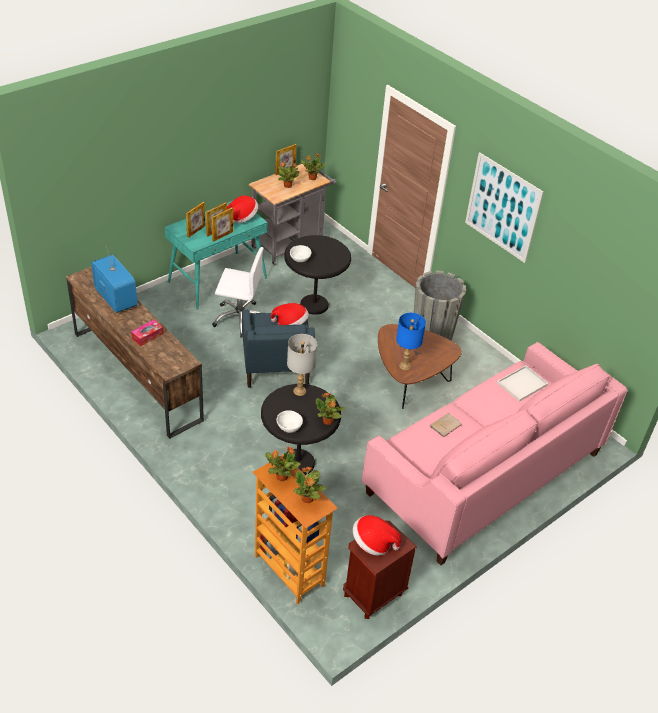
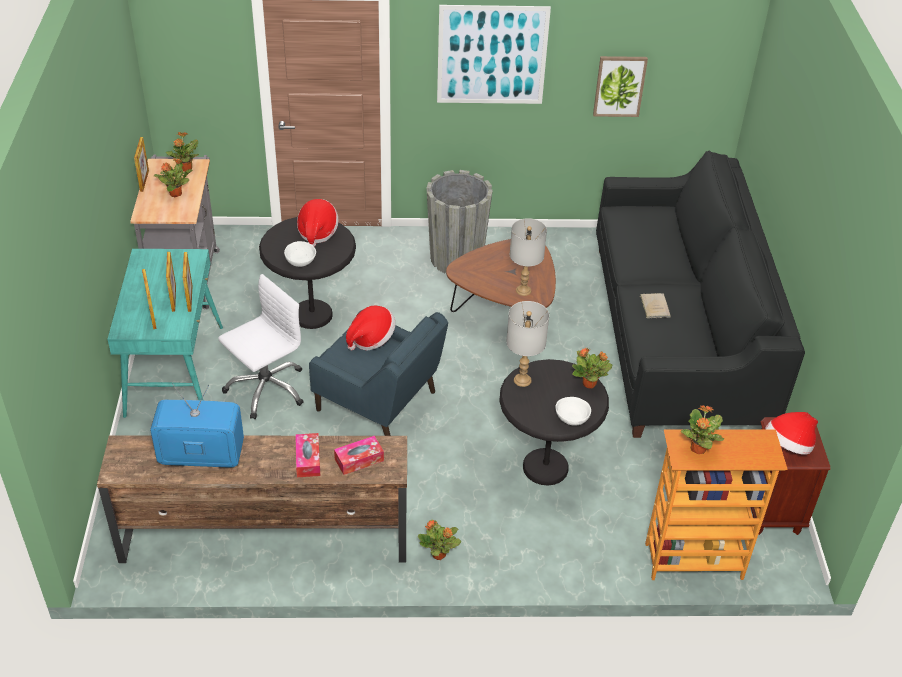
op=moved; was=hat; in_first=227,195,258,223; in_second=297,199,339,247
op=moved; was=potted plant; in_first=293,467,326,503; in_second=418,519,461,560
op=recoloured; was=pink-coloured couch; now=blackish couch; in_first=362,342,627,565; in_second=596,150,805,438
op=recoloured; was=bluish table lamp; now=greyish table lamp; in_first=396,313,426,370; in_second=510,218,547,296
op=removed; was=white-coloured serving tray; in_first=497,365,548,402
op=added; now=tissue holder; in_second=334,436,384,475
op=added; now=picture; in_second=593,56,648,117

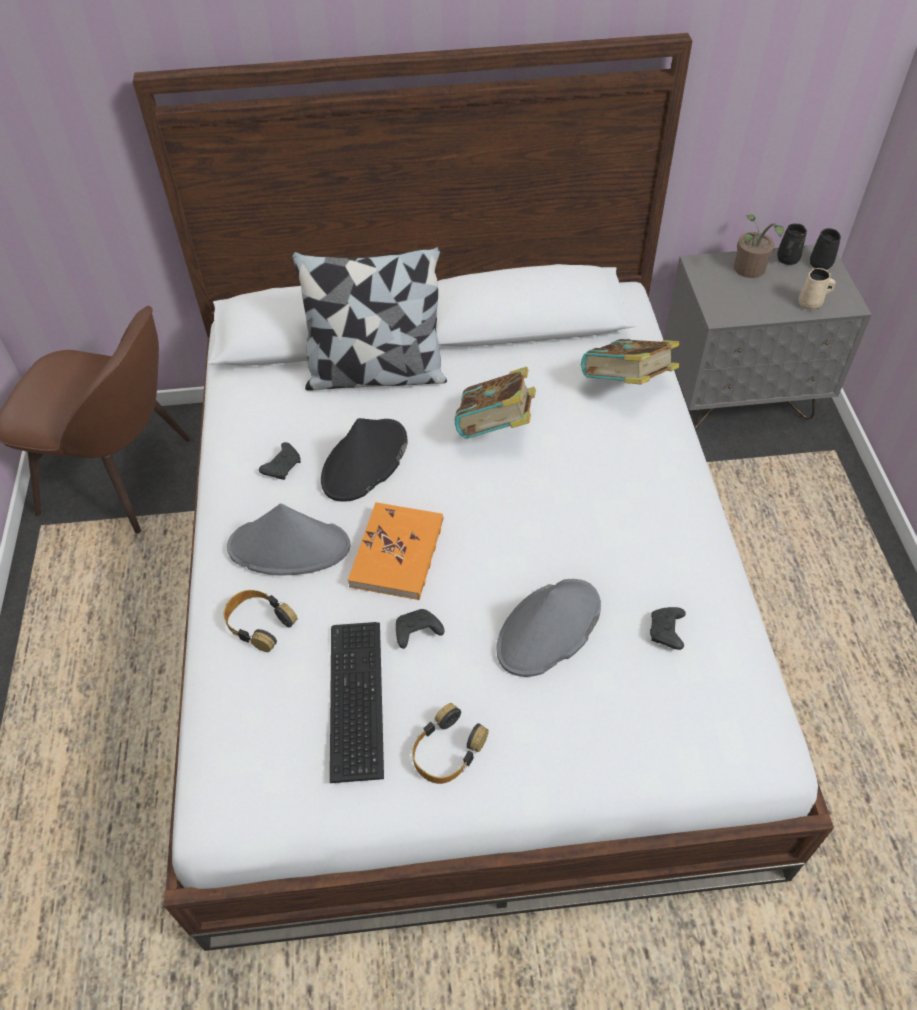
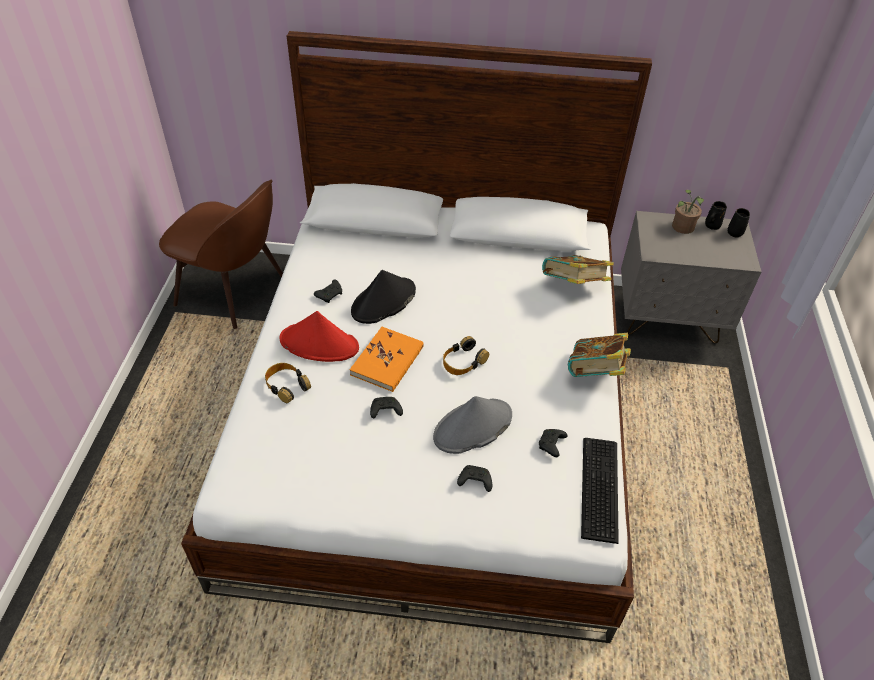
op=recoloured; was=greyish hat; now=red-coloured hat; in_first=227,503,351,575; in_second=279,311,359,362
op=removed; was=throw pillow; in_first=292,247,447,391
op=moved; was=PC keyboard; in_first=330,622,384,783; in_second=581,438,619,544
op=moved; was=headphones; in_first=412,703,489,784; in_second=443,336,489,375
op=moved; was=bound book; in_first=455,367,536,439; in_second=568,333,631,377
op=removed; was=beige-coloured coffee mug; in_first=799,268,836,310
op=added; now=blackish joypad; in_second=457,465,492,492

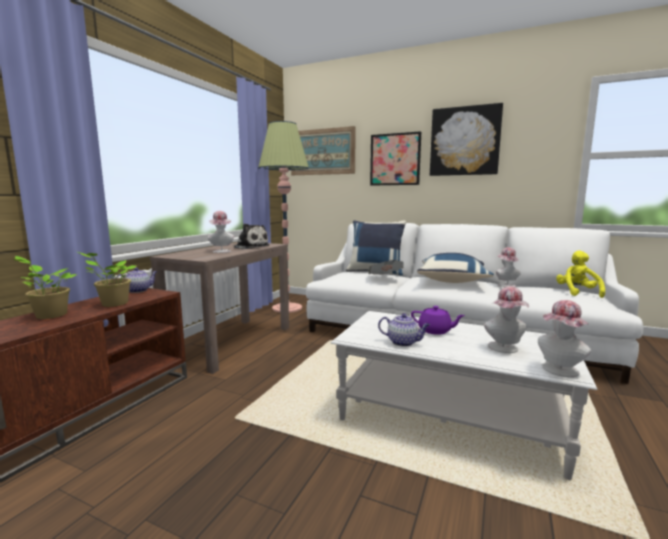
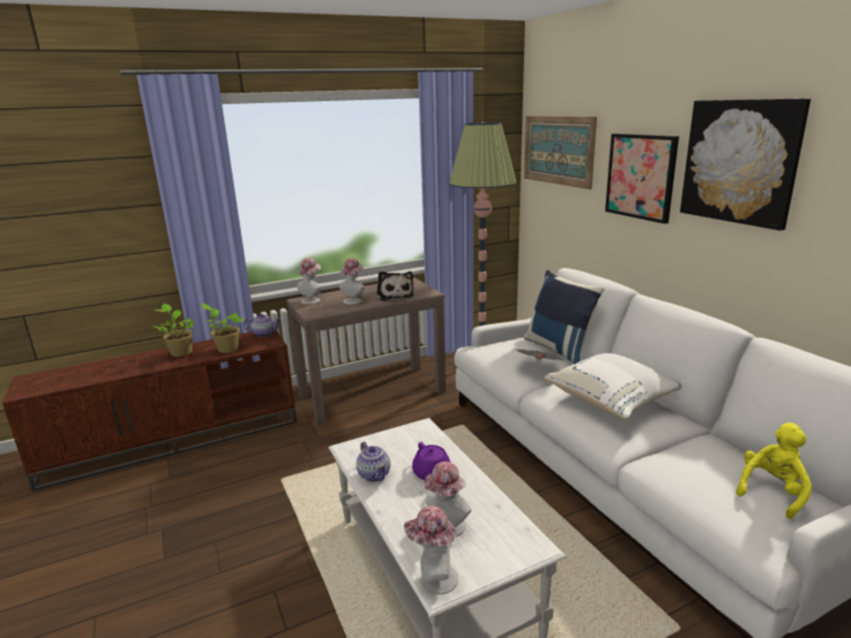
op=recoloured; was=bluish throw pillow; now=white-coloured throw pillow; in_first=417,253,494,283; in_second=544,353,682,419
op=moved; was=hat; in_first=496,247,521,287; in_second=297,258,322,304

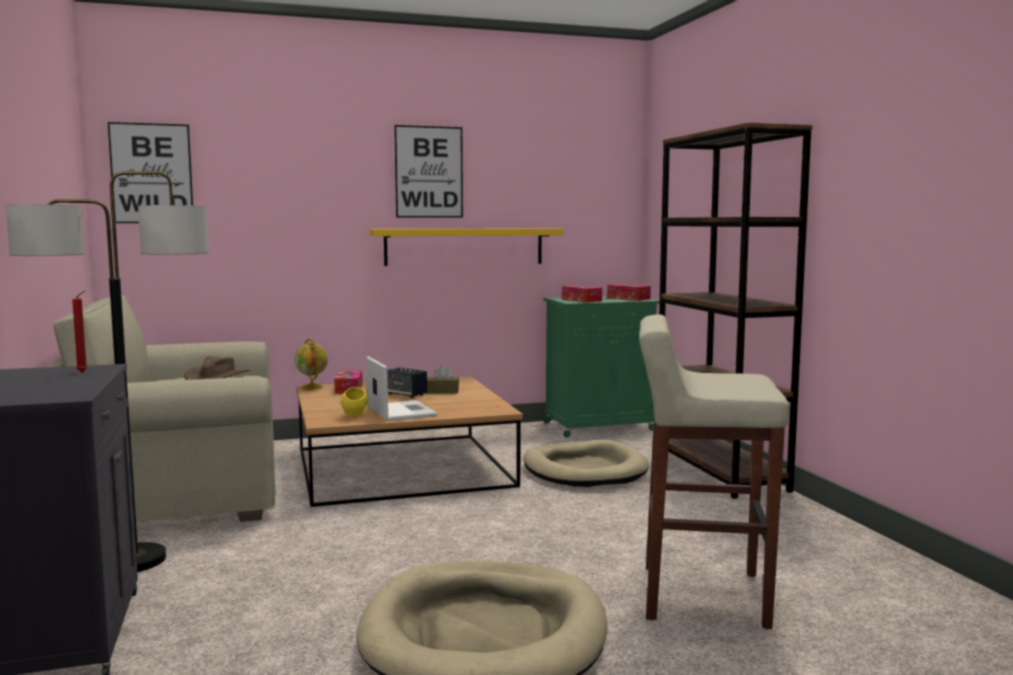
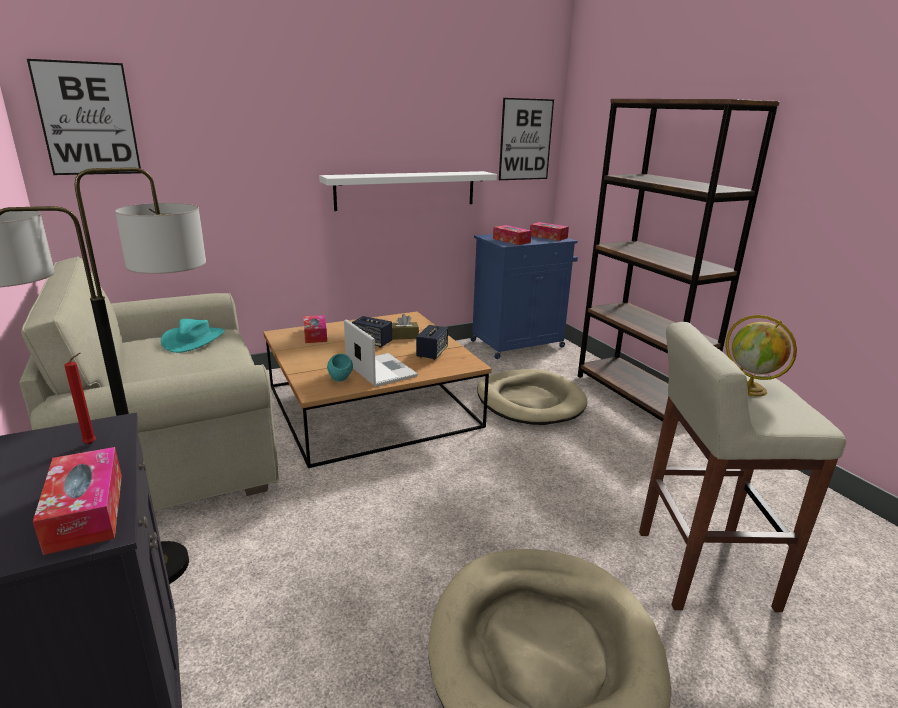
op=recoloured; was=brownish hat; now=blue-green hat; in_first=184,356,250,380; in_second=161,319,225,353
op=moved; was=desk globe; in_first=295,339,328,390; in_second=726,315,797,397
op=recoloured; was=yellow deep dish; now=blue-green deep dish; in_first=341,387,368,417; in_second=327,354,353,382
op=recoloured; was=yellow shelf; now=white-coloured shelf; in_first=370,228,564,266; in_second=319,171,497,211
op=moved; was=picture; in_first=394,125,463,218; in_second=499,98,554,180
op=recoloured; was=greenish storage cabinet; now=bluish storage cabinet; in_first=543,296,659,438; in_second=471,234,578,359
op=added; now=tissue holder; in_second=33,447,122,555
op=added; now=audio speaker; in_second=416,325,448,360

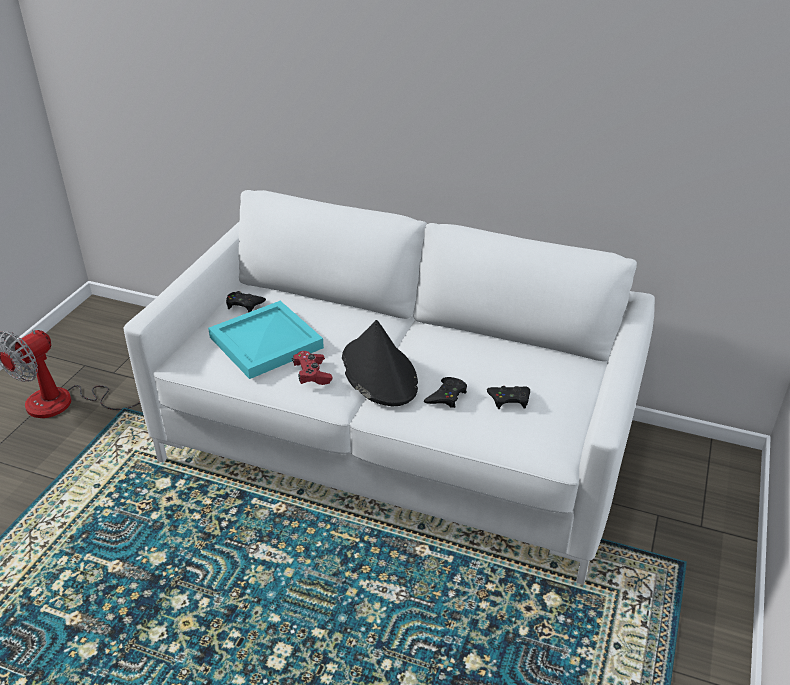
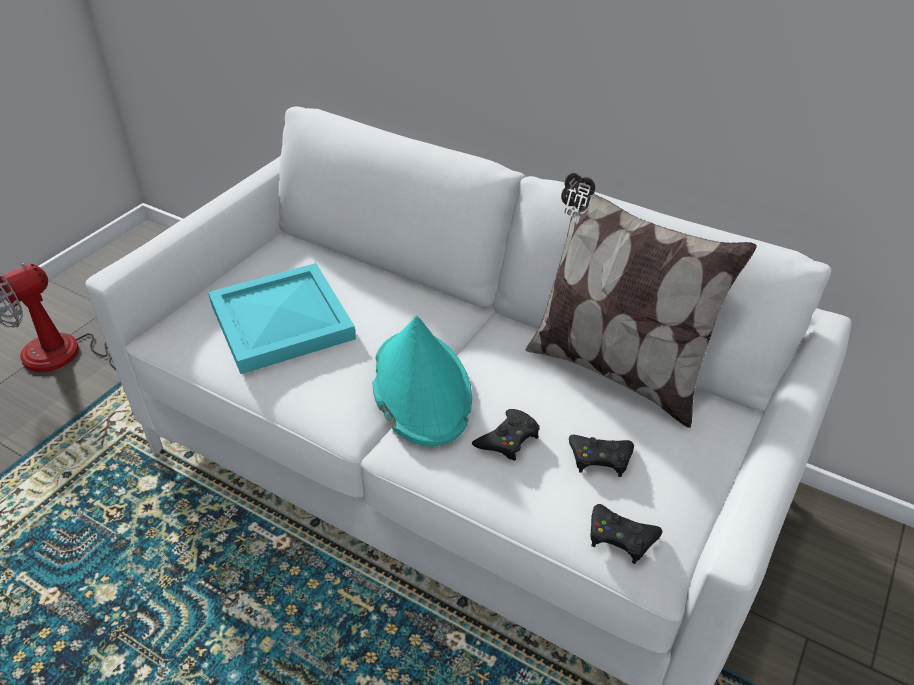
op=moved; was=blackish joypad; in_first=226,291,266,313; in_second=590,504,662,564
op=removed; was=red-coloured joypad; in_first=292,351,332,385
op=recoloured; was=blackish hat; now=blue-green hat; in_first=342,320,418,406; in_second=372,316,472,447
op=added; now=throw pillow; in_second=525,173,757,428

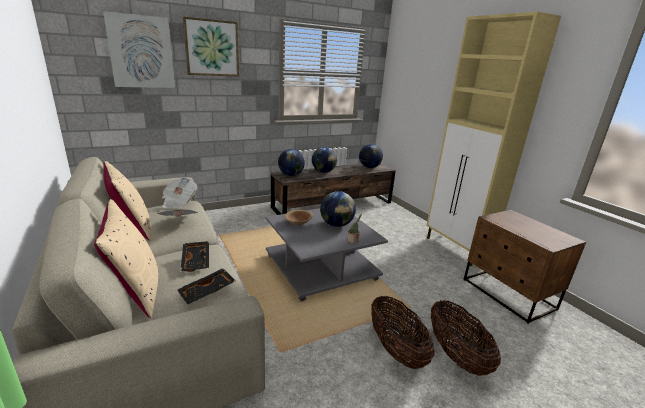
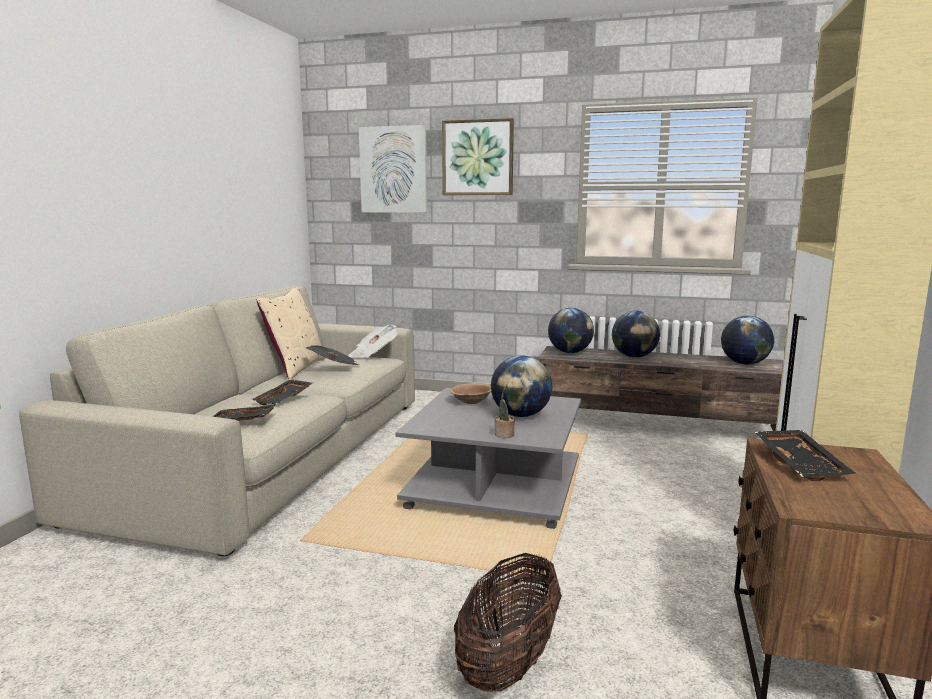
op=removed; was=beige-coloured throw pillow; in_first=94,199,158,318
op=removed; was=basket; in_first=371,295,435,369
op=added; now=blackish serving tray; in_second=755,430,856,481

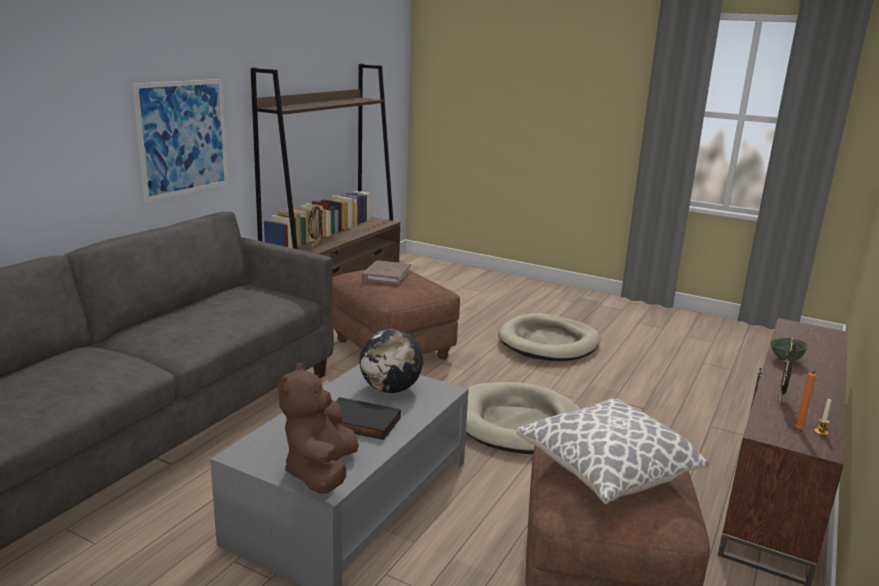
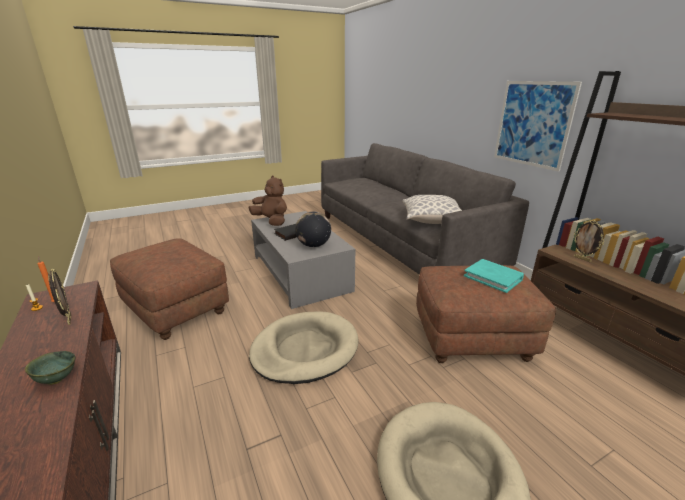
op=recoloured; was=brownish bound book; now=blue-green bound book; in_first=361,260,411,285; in_second=464,259,524,293
op=moved; was=throw pillow; in_first=517,399,708,504; in_second=403,195,462,224

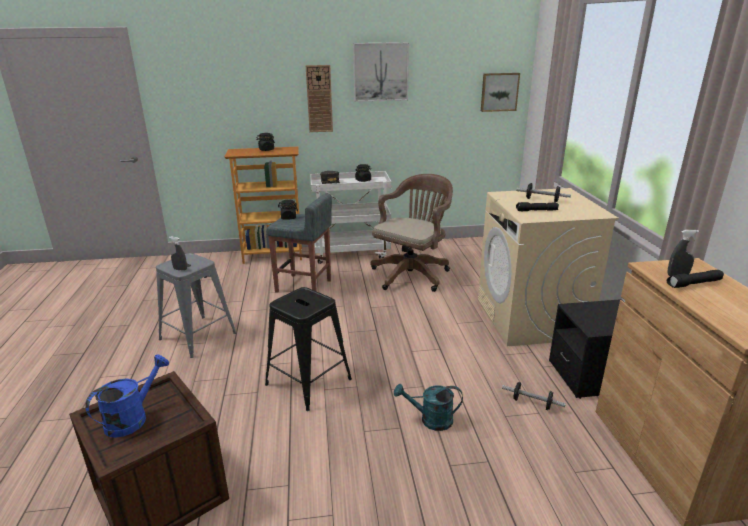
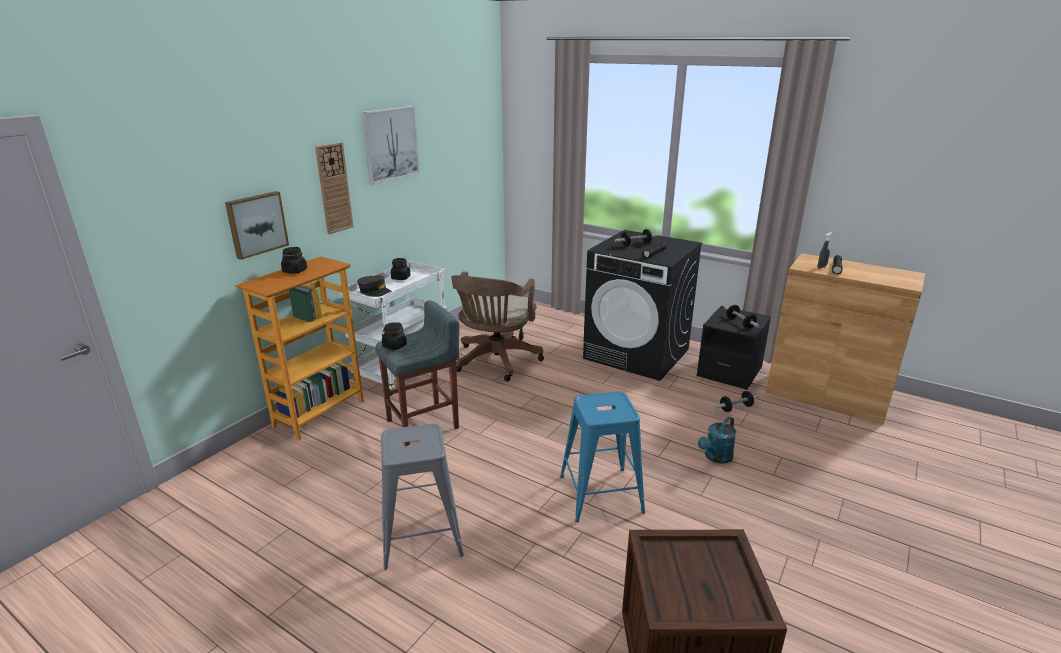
op=removed; was=bluish sprinkling can; in_first=85,354,169,438
op=removed; was=greyish spray bottle; in_first=169,237,187,271
op=recoloured; was=blackish stool; now=bluish stool; in_first=265,287,352,411; in_second=560,392,645,522
op=turned; was=brownish computer chair; in_first=370,174,453,292; in_second=451,272,544,382; clockwise=-150
op=recoloured; was=beige-coloured washing machine; now=blackish washing machine; in_first=478,188,619,346; in_second=583,230,702,381
op=moved; was=picture; in_first=481,73,520,112; in_second=225,191,289,260
op=added; now=dumbbell; in_second=724,305,760,329

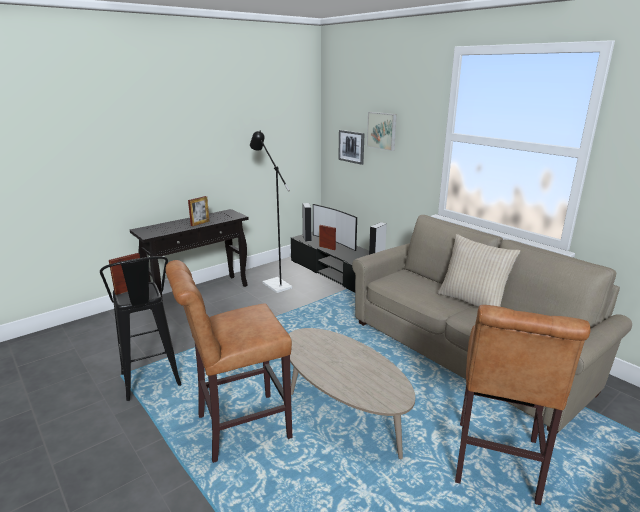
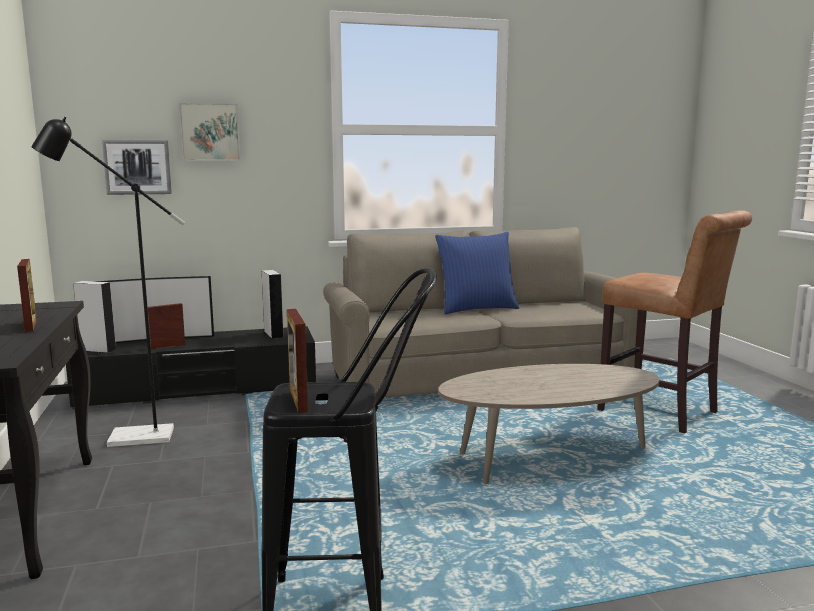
op=removed; was=brownish stool; in_first=166,260,293,463
op=recoloured; was=beige-coloured throw pillow; now=bluish throw pillow; in_first=437,234,520,307; in_second=435,232,519,314

